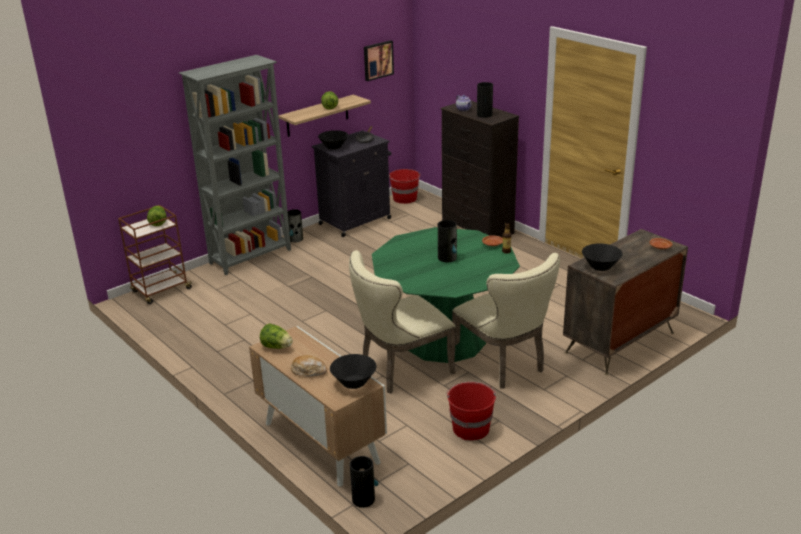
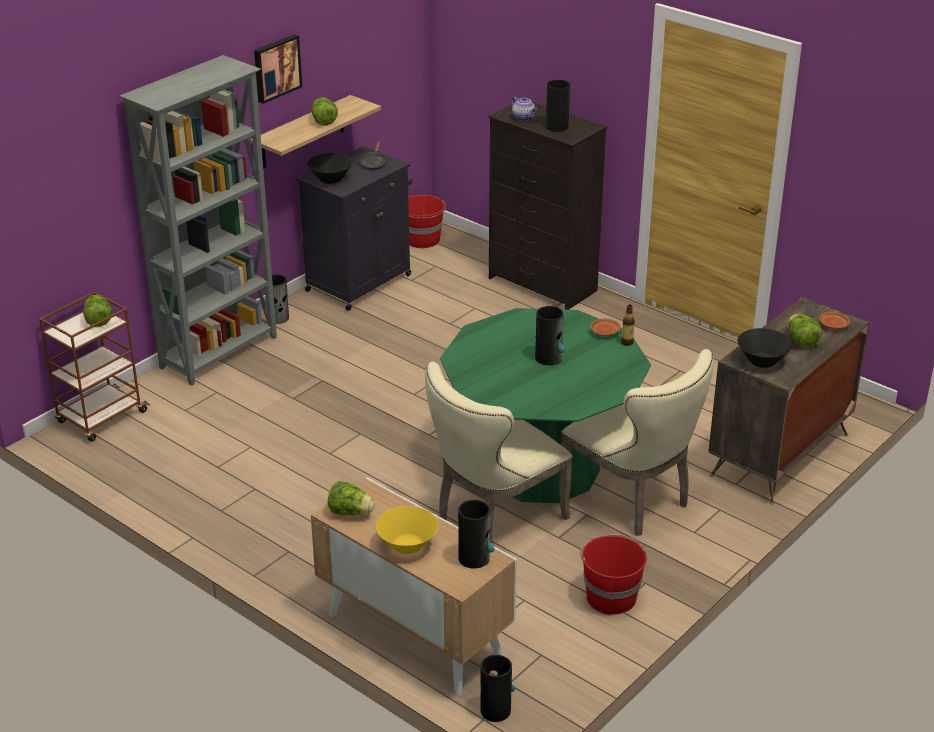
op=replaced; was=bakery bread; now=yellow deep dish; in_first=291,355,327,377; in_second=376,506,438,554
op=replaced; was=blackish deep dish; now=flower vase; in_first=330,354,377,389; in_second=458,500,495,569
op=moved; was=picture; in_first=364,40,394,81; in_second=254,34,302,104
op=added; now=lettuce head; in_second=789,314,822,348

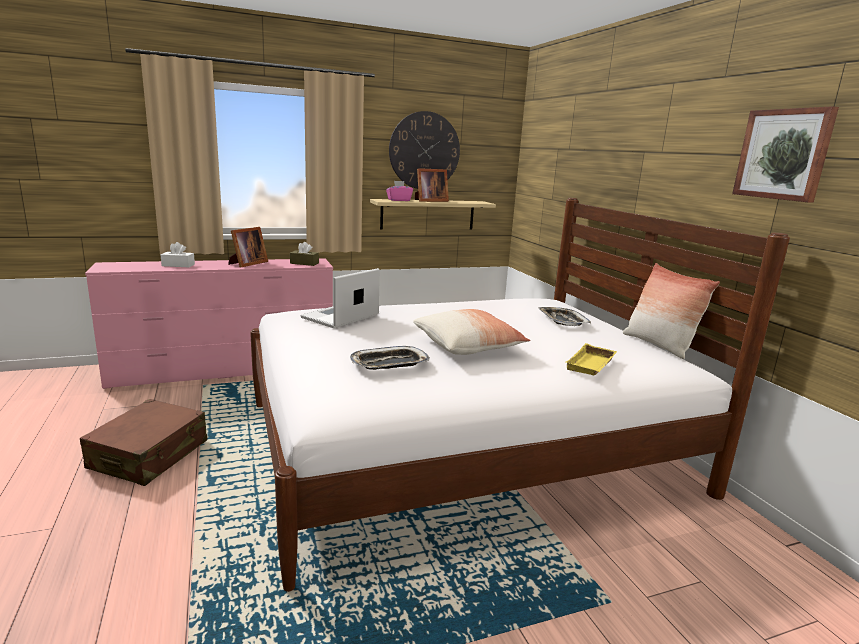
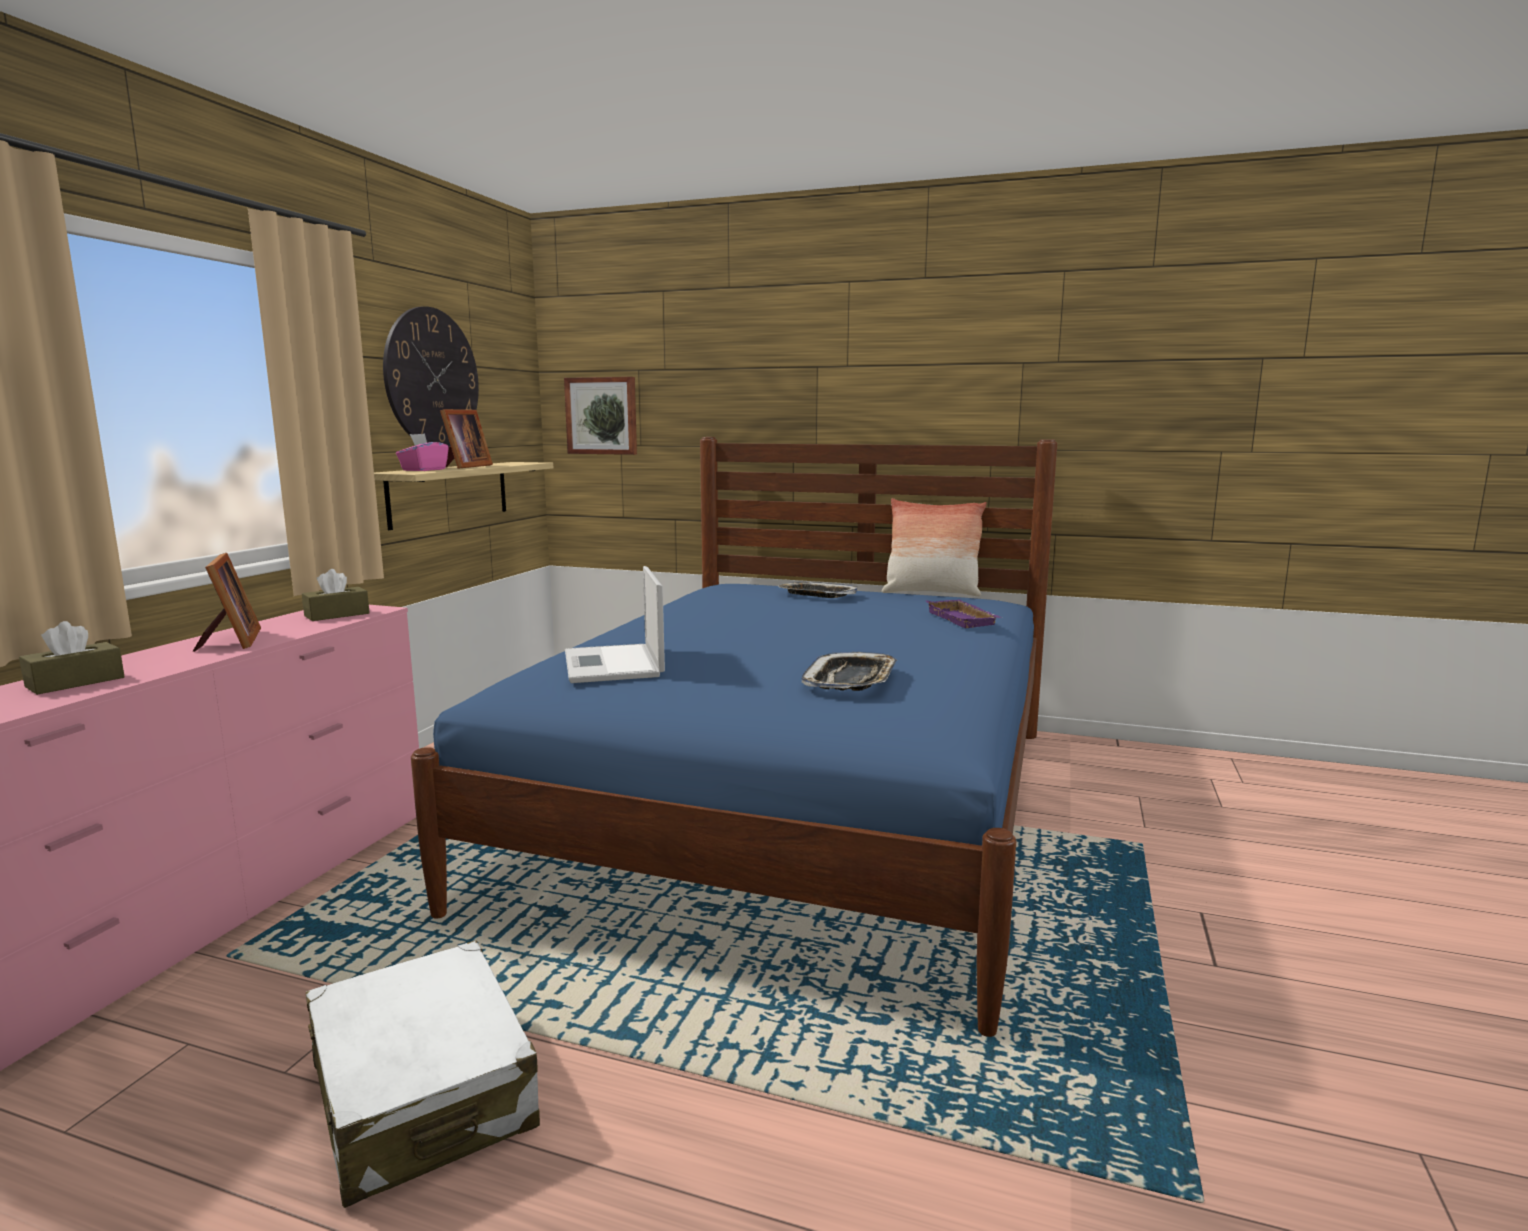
op=recoloured; was=brownish piece of luggage; now=white-coloured piece of luggage; in_first=80,399,207,486; in_second=306,940,540,1208
op=recoloured; was=white-coloured tissue holder; now=brownish tissue holder; in_first=161,242,195,267; in_second=19,621,125,695
op=recoloured; was=white-coloured sleeping bed; now=bluish sleeping bed; in_first=250,198,790,592; in_second=411,437,1057,1037
op=removed; was=throw pillow; in_first=413,309,530,355
op=recoloured; was=yellow serving tray; now=purplish serving tray; in_first=566,343,617,375; in_second=926,600,1003,628
op=moved; was=picture; in_first=732,106,839,203; in_second=564,377,637,455

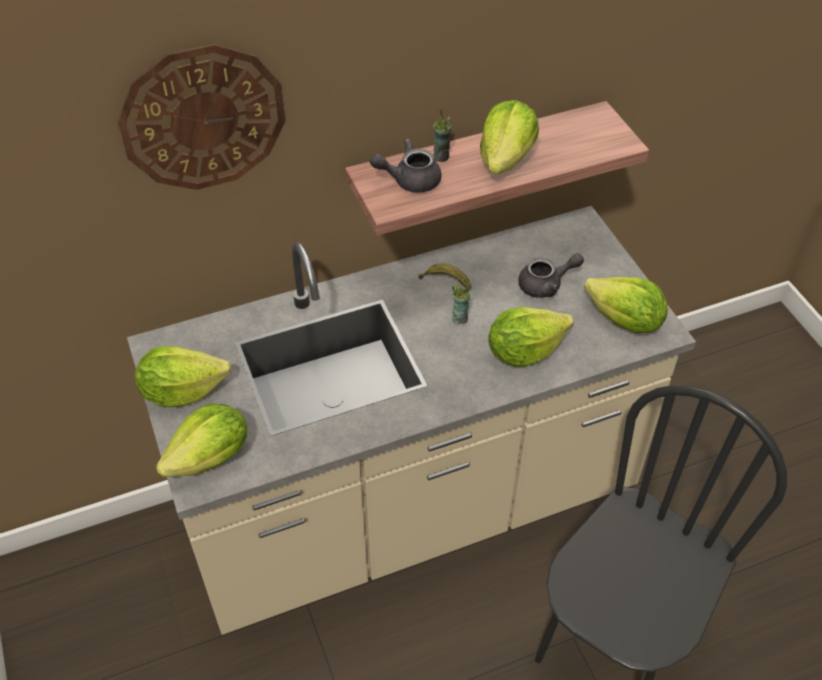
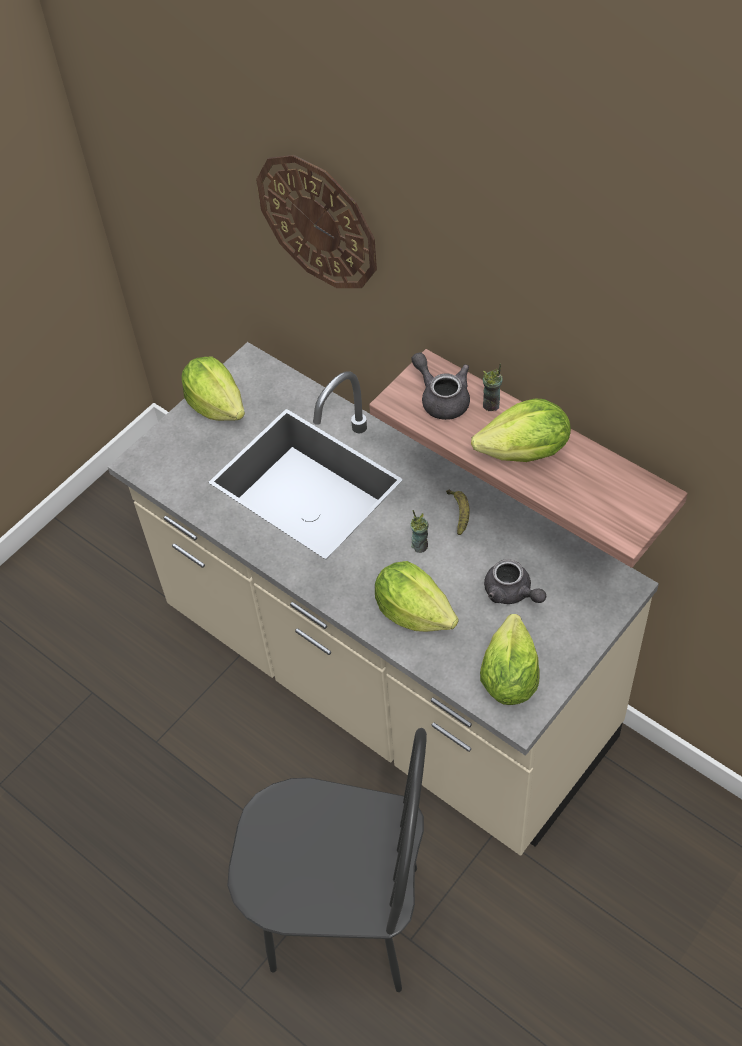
op=removed; was=lettuce head; in_first=156,403,247,477

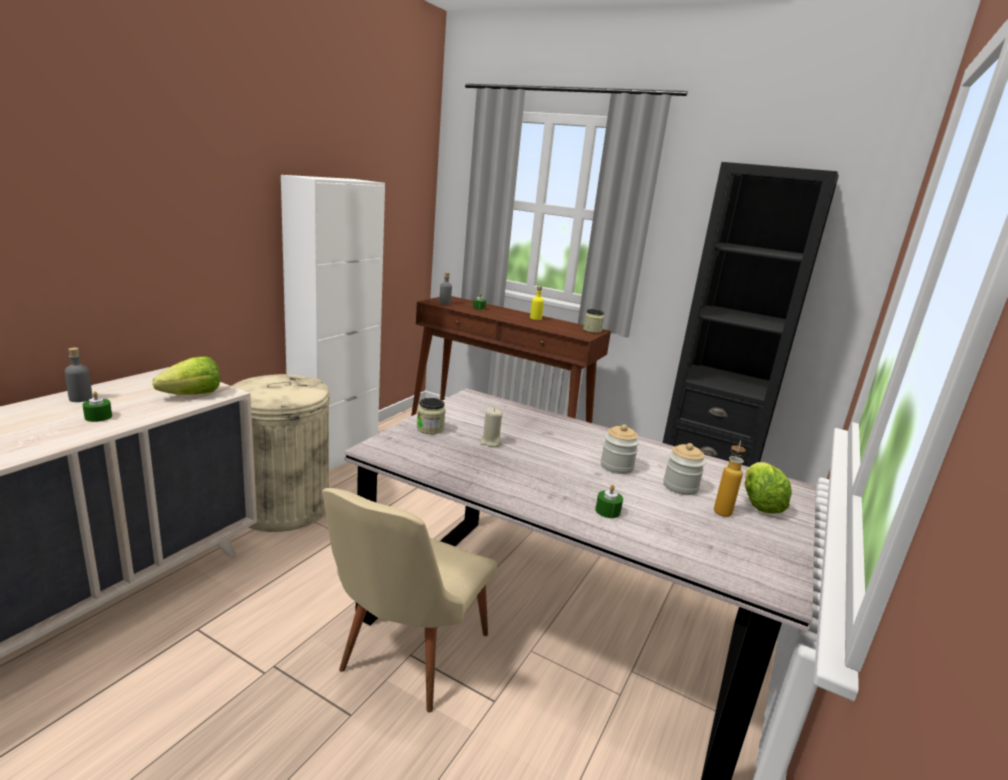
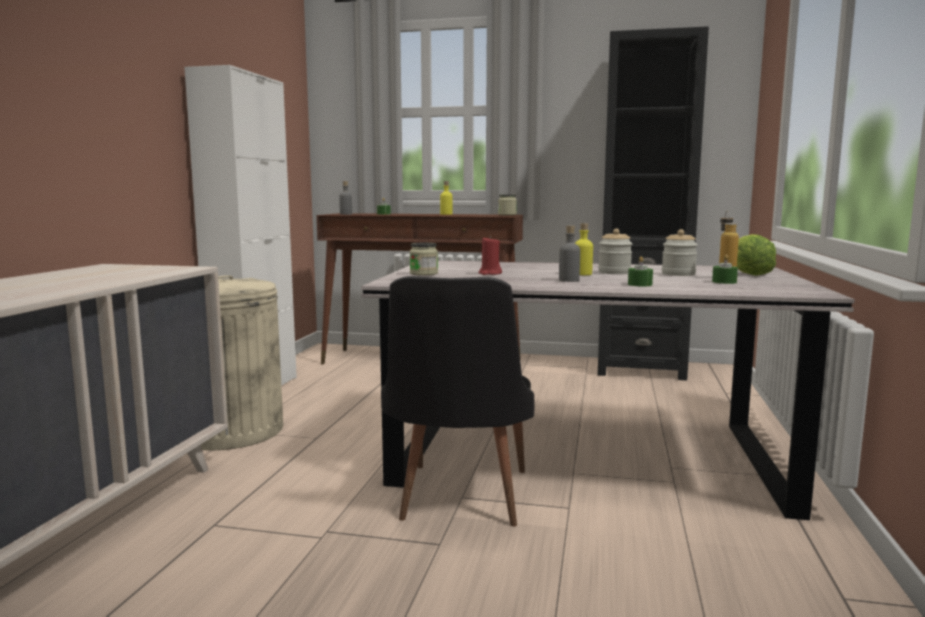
op=moved; was=greyish drink bottle; in_first=65,348,93,402; in_second=559,225,580,282
op=moved; was=greenish candle; in_first=83,391,112,422; in_second=712,255,738,284
op=removed; was=lettuce head; in_first=152,356,220,395
op=recoloured; was=beige-coloured plain chair; now=blackish plain chair; in_first=322,488,497,713; in_second=381,276,534,527
op=recoloured; was=beige-coloured candle; now=red-coloured candle; in_first=480,408,502,447; in_second=479,236,502,275
op=added; now=yellow drink bottle; in_second=575,223,593,275

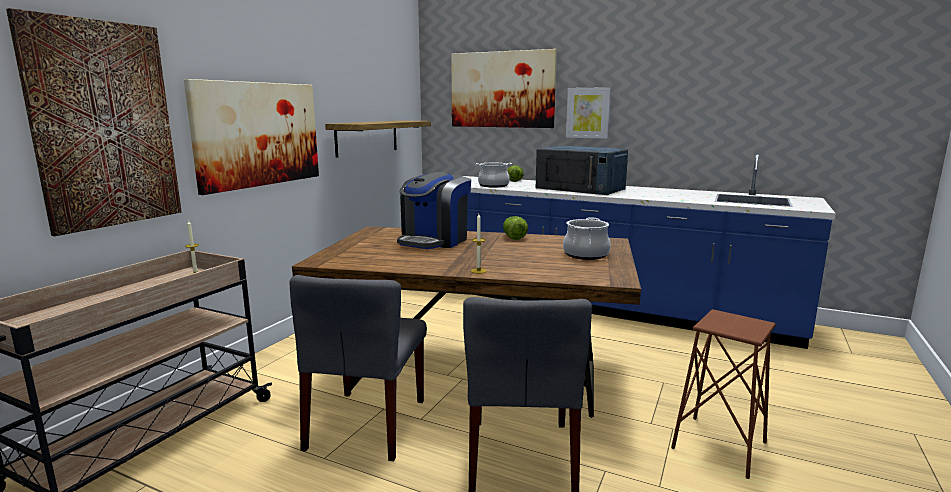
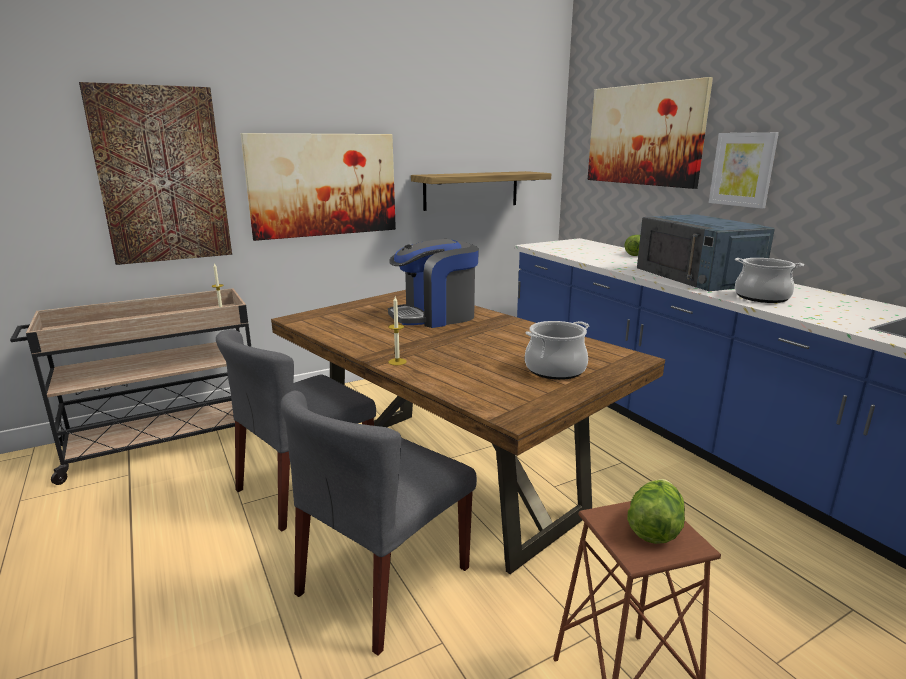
op=moved; was=cooking pot; in_first=476,163,512,188; in_second=735,258,804,303
op=moved; was=lettuce head; in_first=503,216,528,240; in_second=627,479,685,544

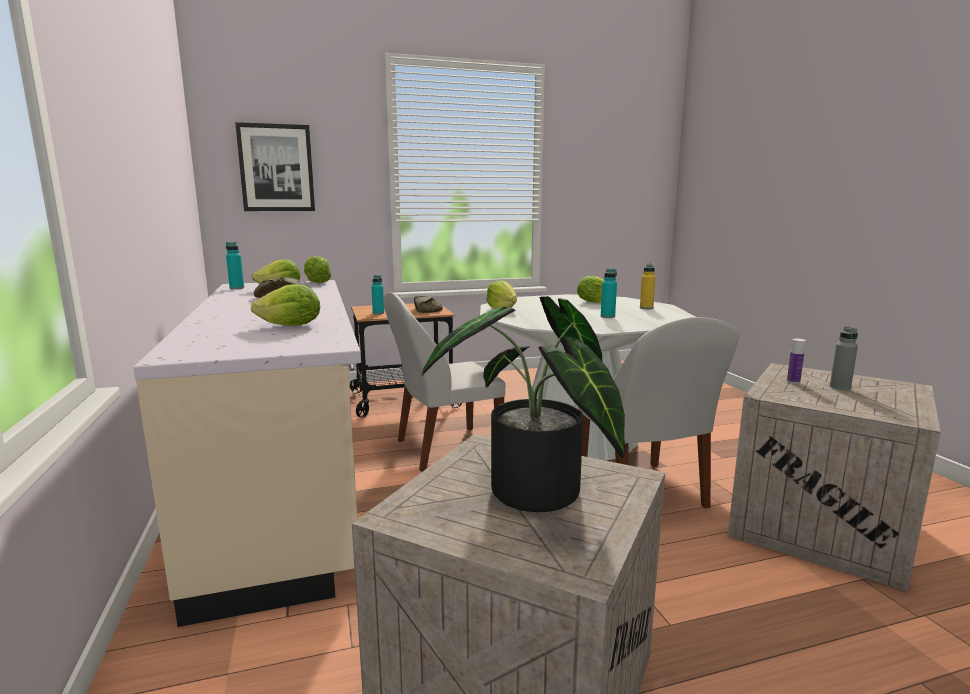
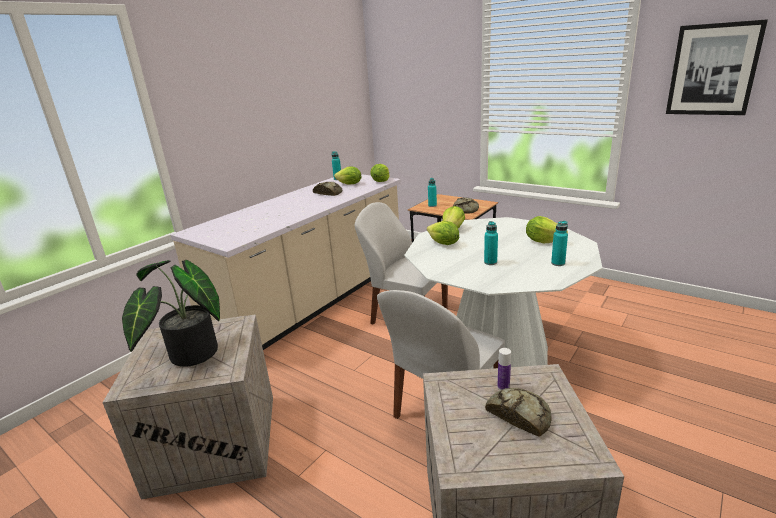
op=moved; was=picture; in_first=235,122,315,211; in_second=666,19,768,115
op=moved; was=lettuce head; in_first=251,284,320,326; in_second=427,221,459,245
op=recoloured; was=yellow drink bottle; now=blue-green drink bottle; in_first=640,263,656,309; in_second=551,221,568,266
op=replaced; was=greyish drink bottle; now=bakery bread; in_first=830,327,858,390; in_second=485,388,552,437

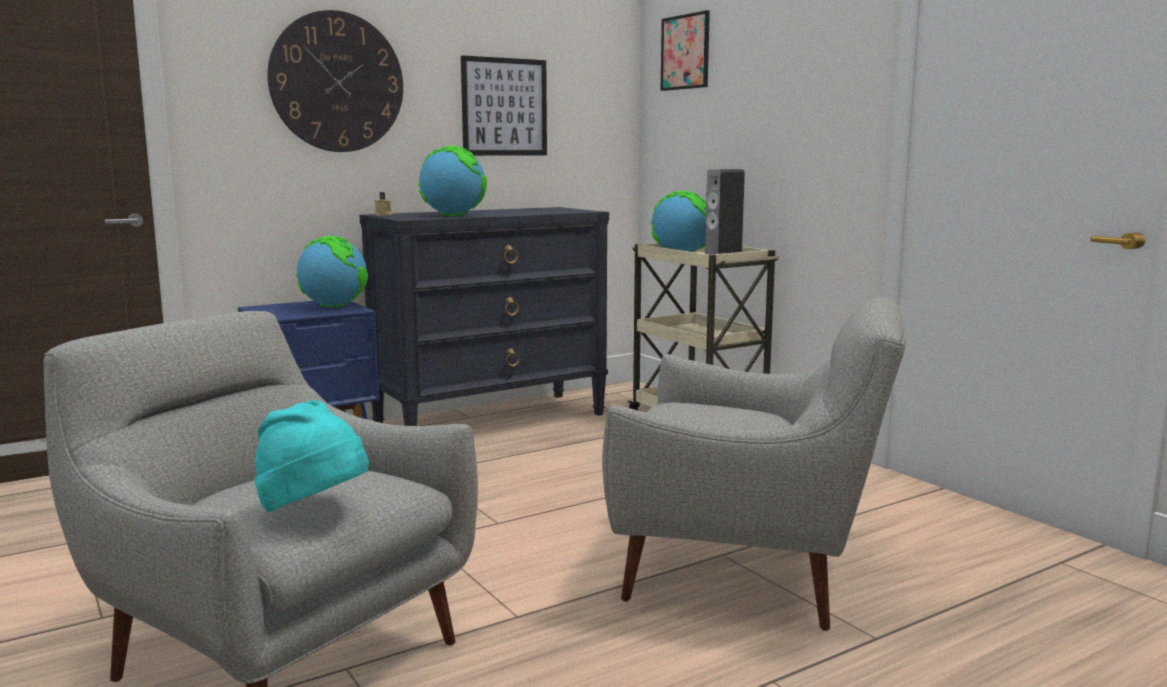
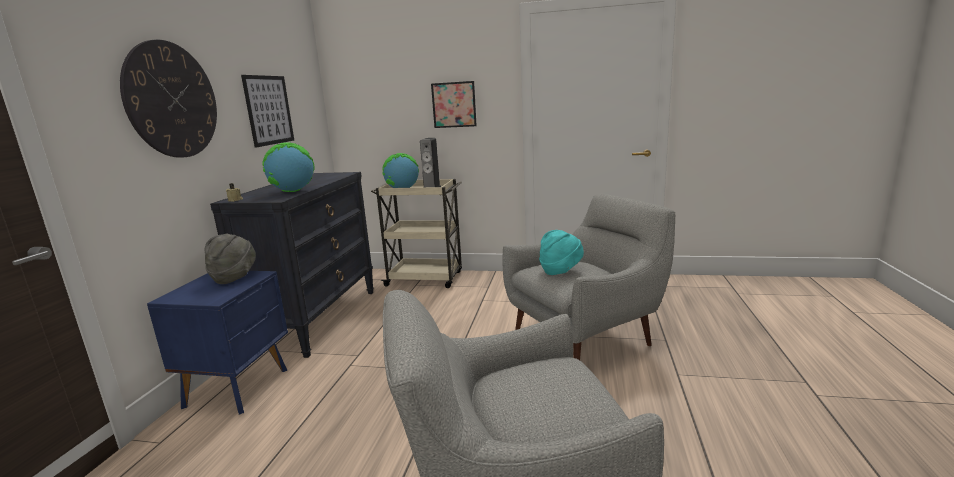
op=moved; was=blue-green hat; in_first=254,400,369,512; in_second=539,230,584,275
op=replaced; was=desk globe; now=greyish hat; in_first=296,236,368,307; in_second=205,234,256,284
op=moved; was=picture; in_first=661,10,710,91; in_second=431,81,477,128

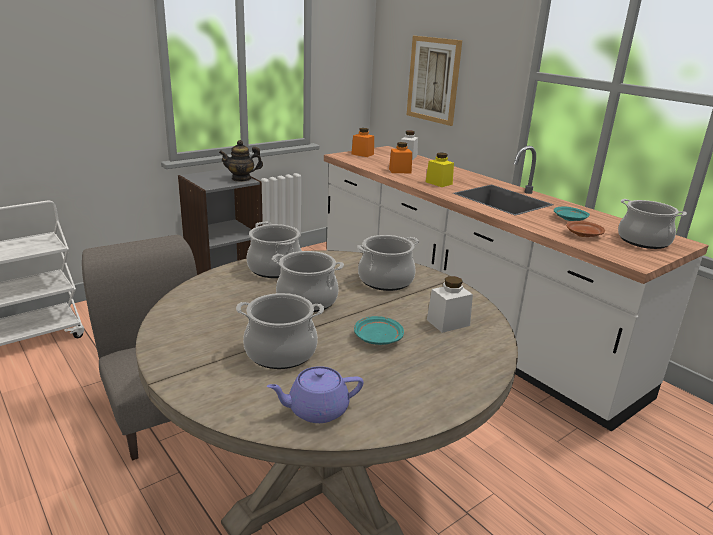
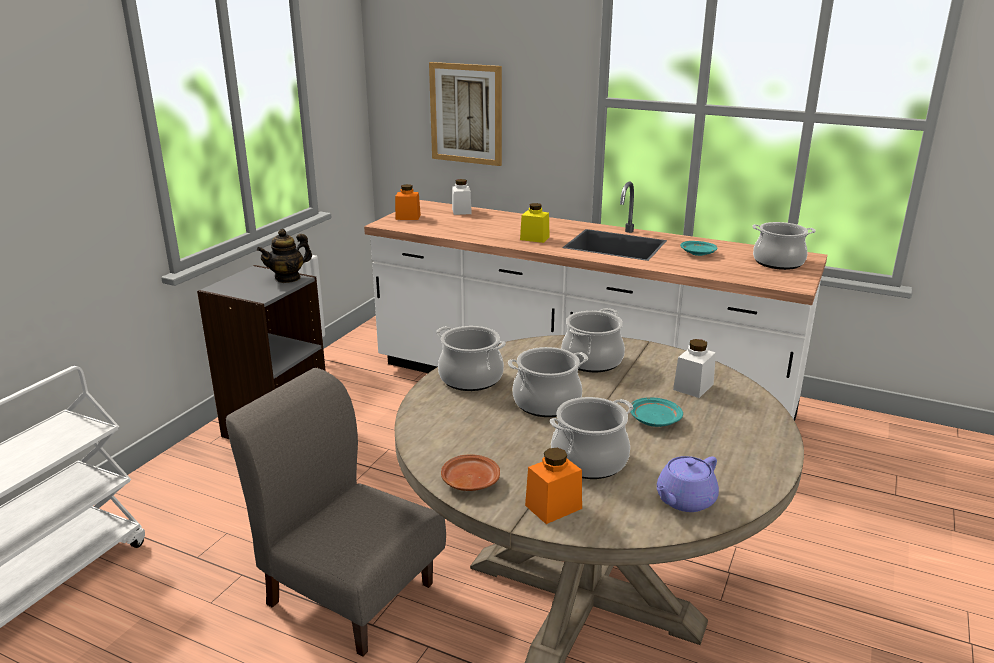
op=moved; was=orange preserve jar; in_first=389,142,412,173; in_second=525,448,582,524
op=moved; was=brownish dinner plate; in_first=566,221,605,237; in_second=441,454,500,491

